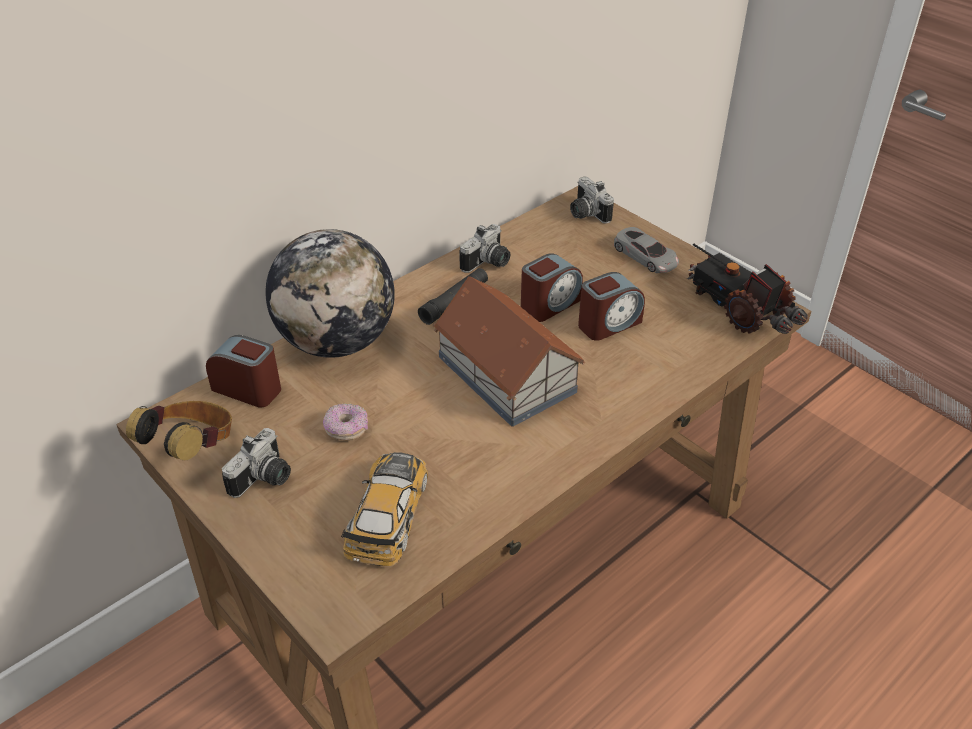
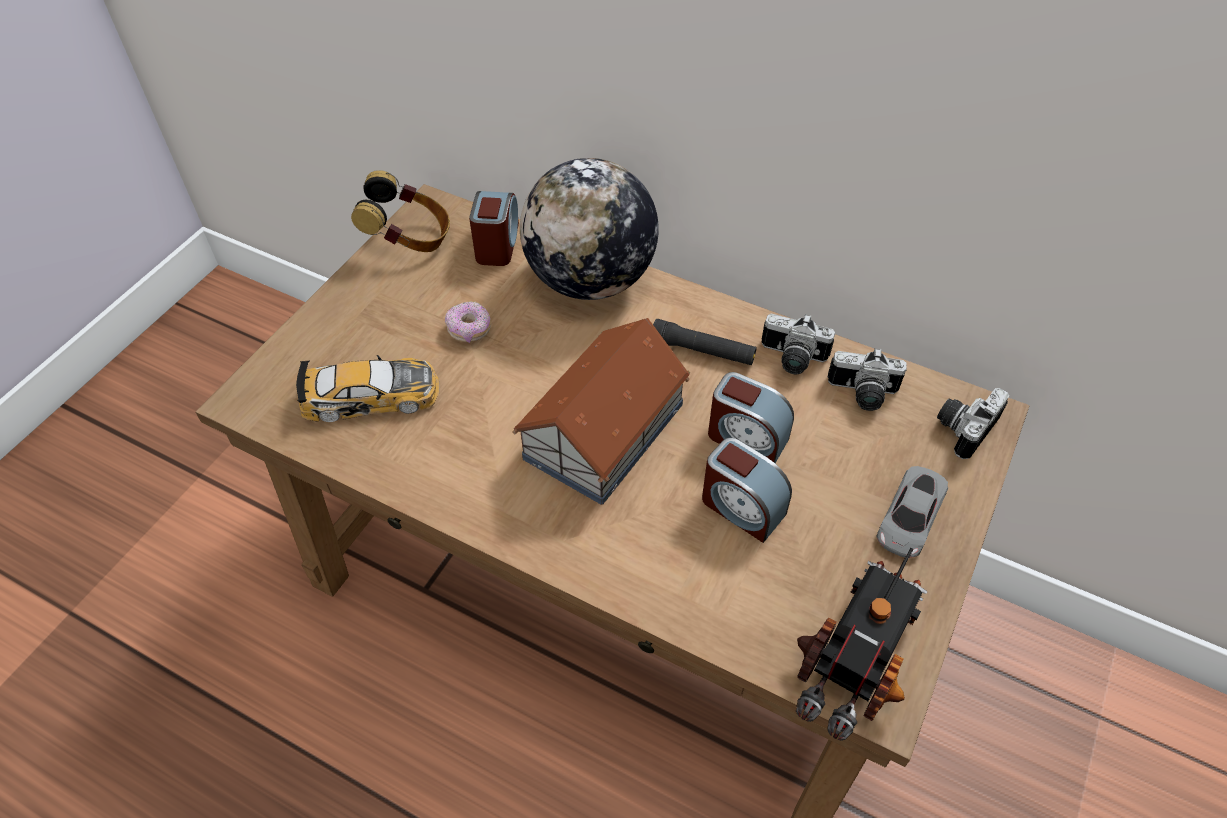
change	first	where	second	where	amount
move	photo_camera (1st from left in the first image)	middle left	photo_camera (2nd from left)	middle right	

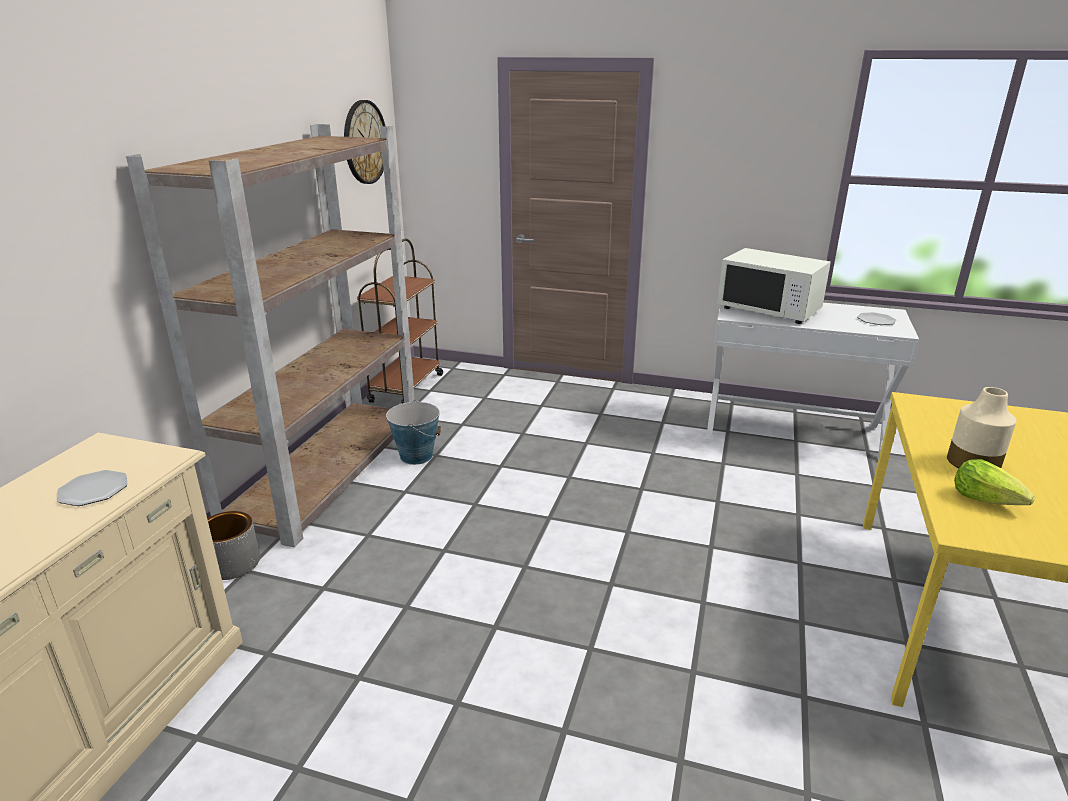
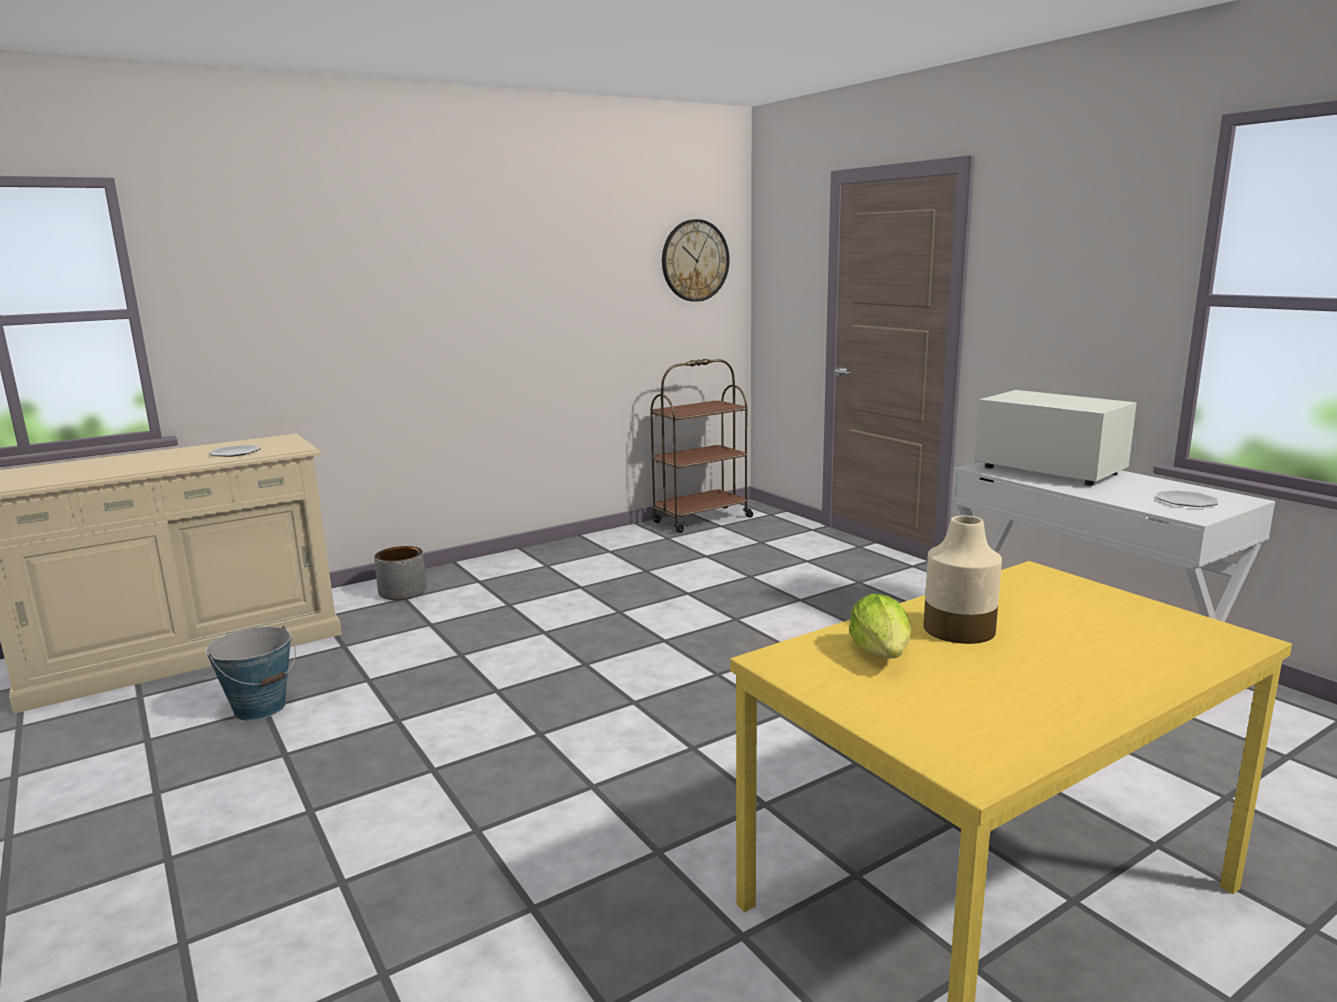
change	first	where	second	where	amount
delete	brown_bookcase	middle left			
rotate	white_microwave	middle right		middle right	150 degrees clockwise
move	bucket	centre		bottom left	

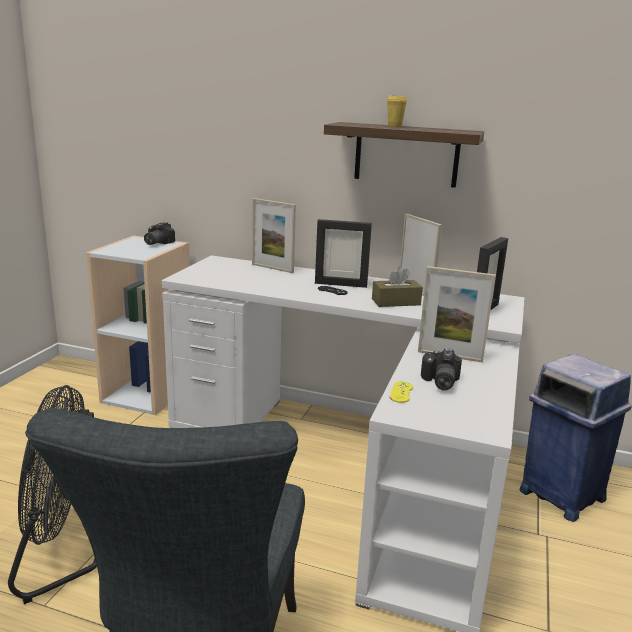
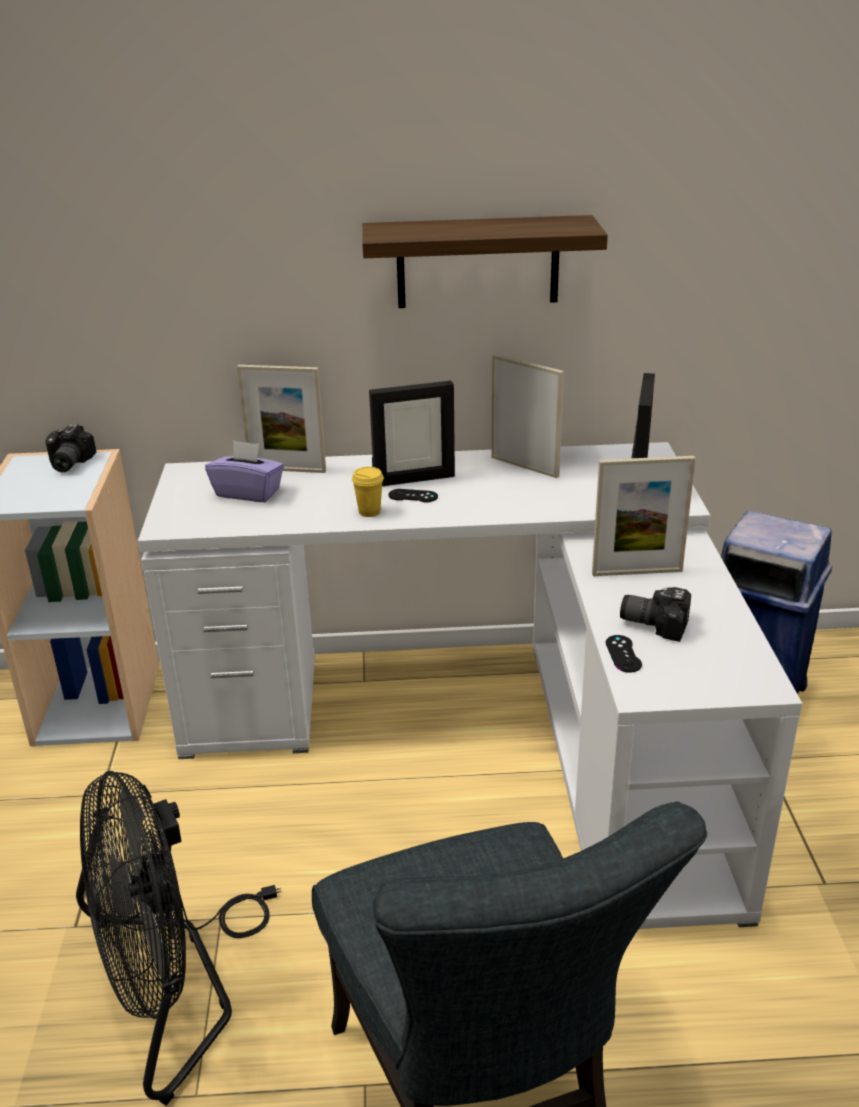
change	first	where	second	where	amount
move	yellow_cup	top centre		centre	
delete	brown_tissue_box	centre			
rotate	photo_camera (2nd from left)	middle right		middle right	120 degrees clockwise
recolor	yellow_game_controller	centre	black_game_controller (2nd from left)	middle right	
insert			purple_tissue_box	middle left	

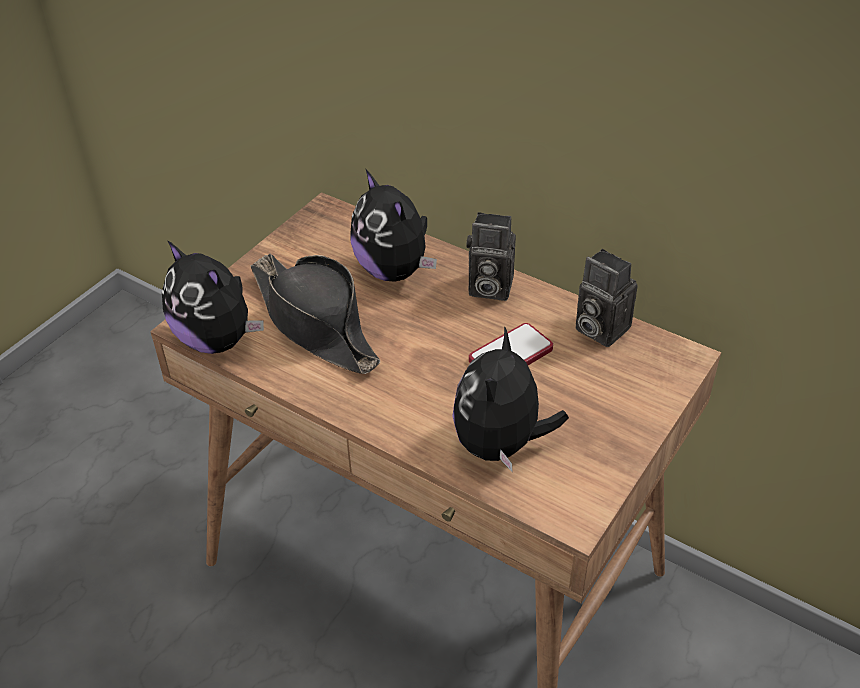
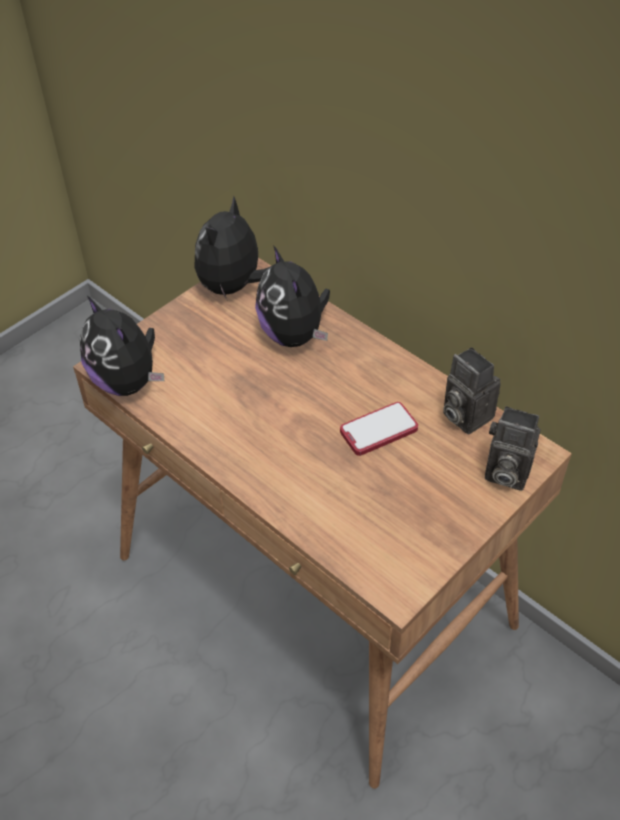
change	first	where	second	where	amount
move	photo_camera (1st from left in the first image)	centre	photo_camera (2nd from left)	middle right	
delete	black_hat	centre			
move	plush_toy (3rd from left in the first image)	centre	plush_toy (2nd from left)	top centre	

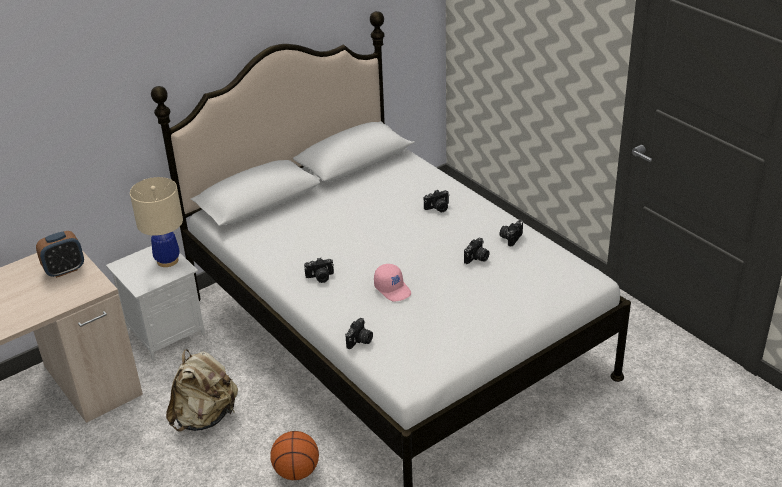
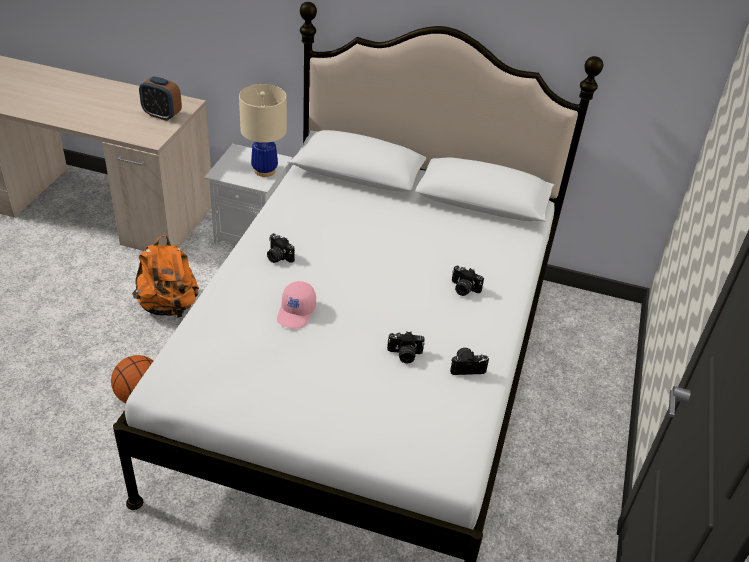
change	first	where	second	where	amount
delete	photo_camera (2nd from left)	bottom centre			
recolor	beige_backpack	bottom left	orange_backpack	middle left	

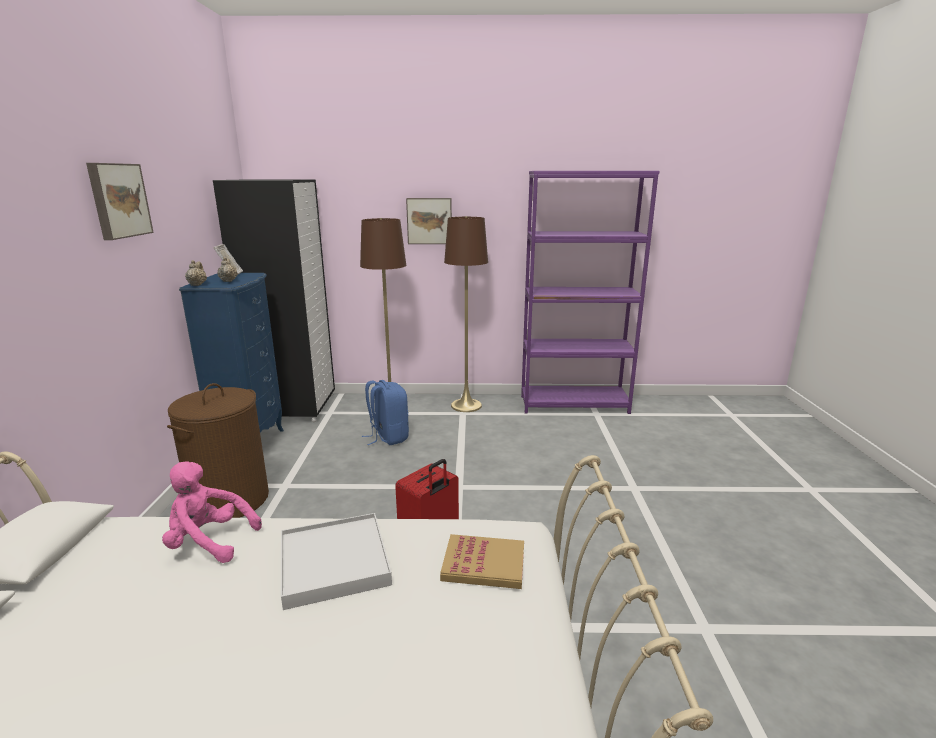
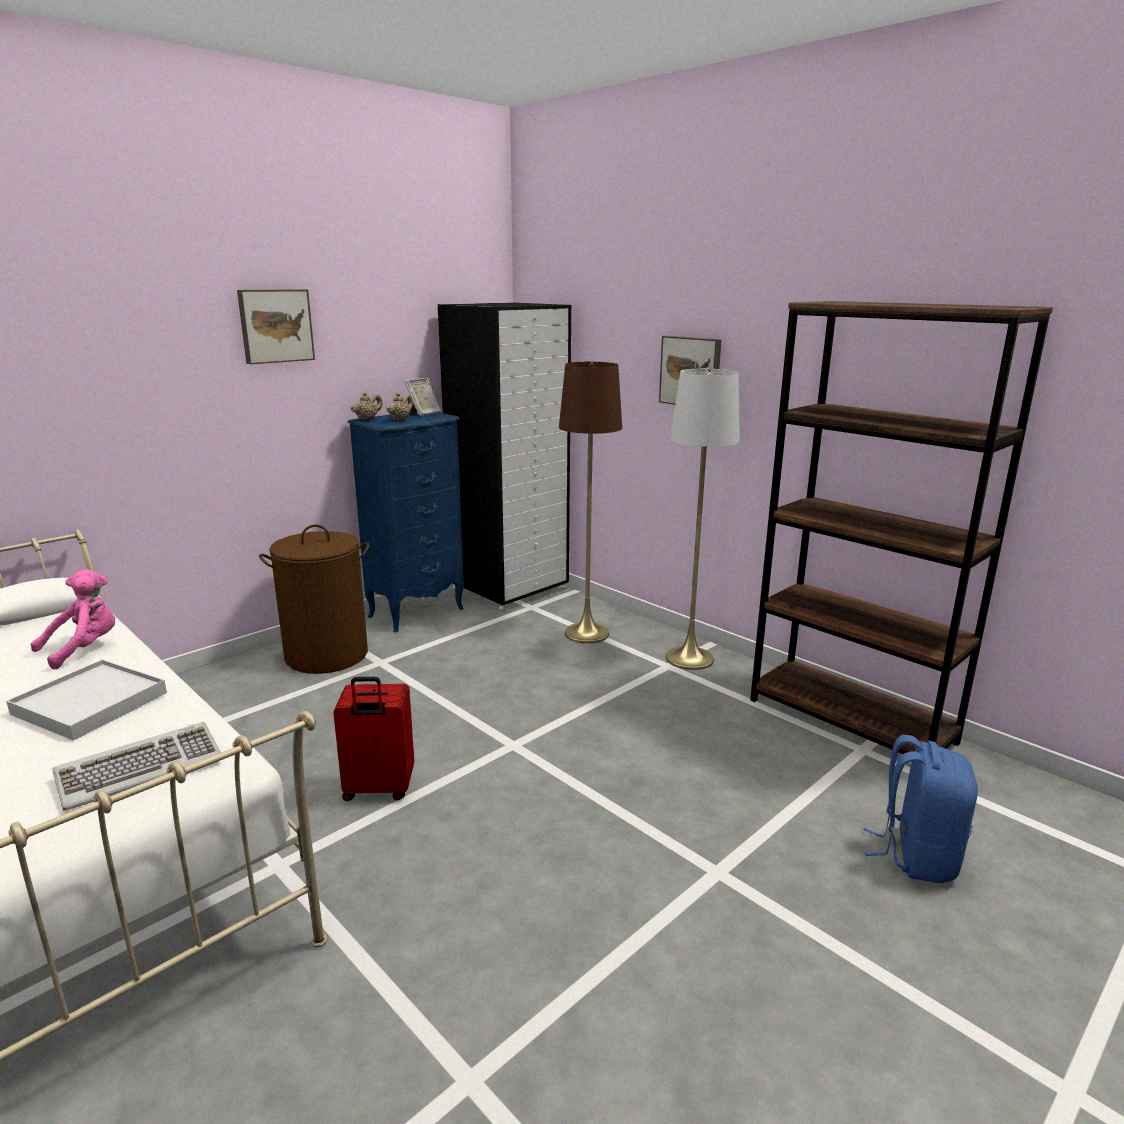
change	first	where	second	where	amount
recolor	purple_bookcase	centre	brown_bookcase	middle right	
recolor	brown_floor_lamp (2nd from left)	centre	white_floor_lamp	centre	
move	blue_backpack	centre		bottom right	
rotate	pink_plush_toy	bottom left		middle left	75 degrees clockwise
replace	book	bottom centre	keyboard	bottom left	

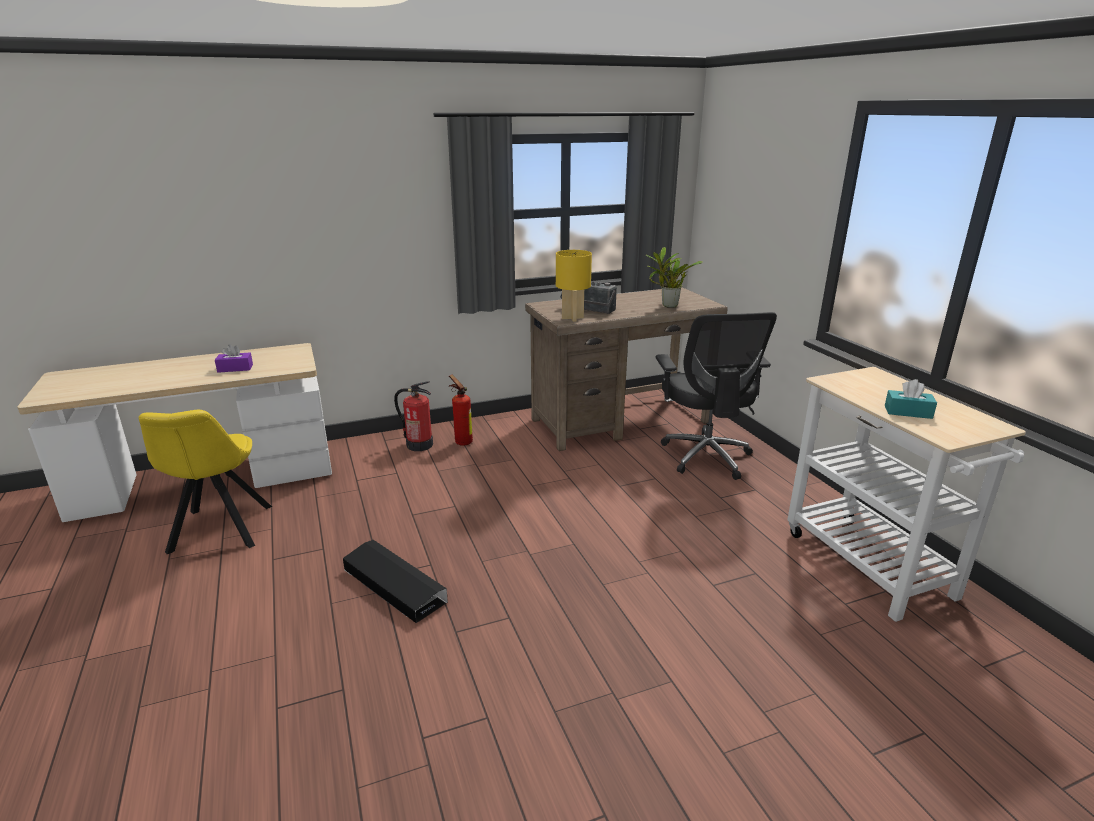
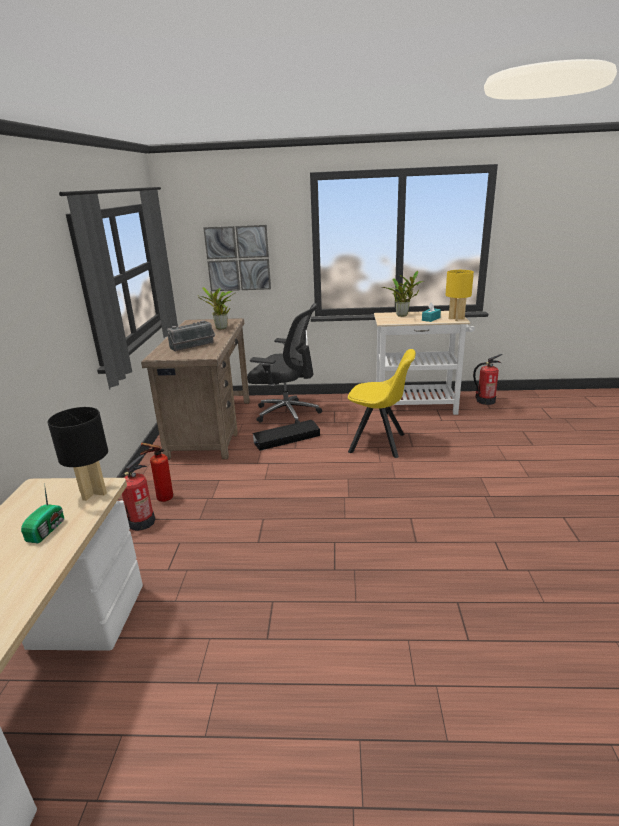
change	first	where	second	where	amount
move	yellow_table_lamp	centre		middle right	
replace	purple_tissue_box	middle left	radio (1st from left)	middle left	
move	yellow_chair	middle left		centre	
move	black_storage_box	bottom centre		centre	
insert			picture	top centre	
insert			potted_plant (2nd from left)	centre	
insert			fire_extinguisher (3rd from left)	middle right	
insert			black_table_lamp	middle left	

